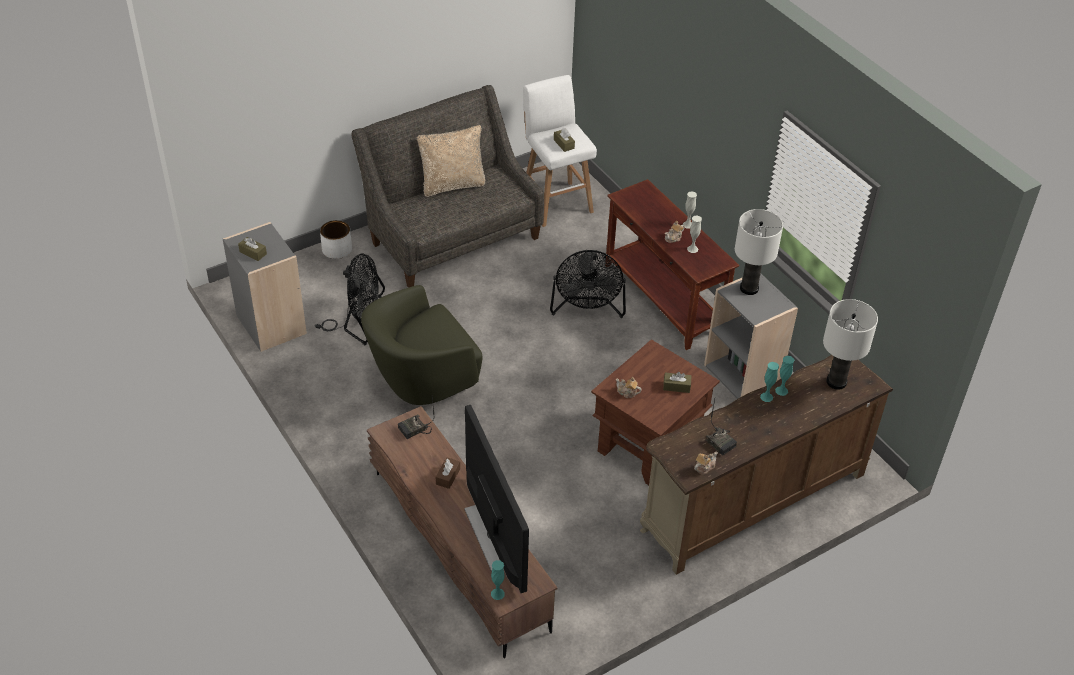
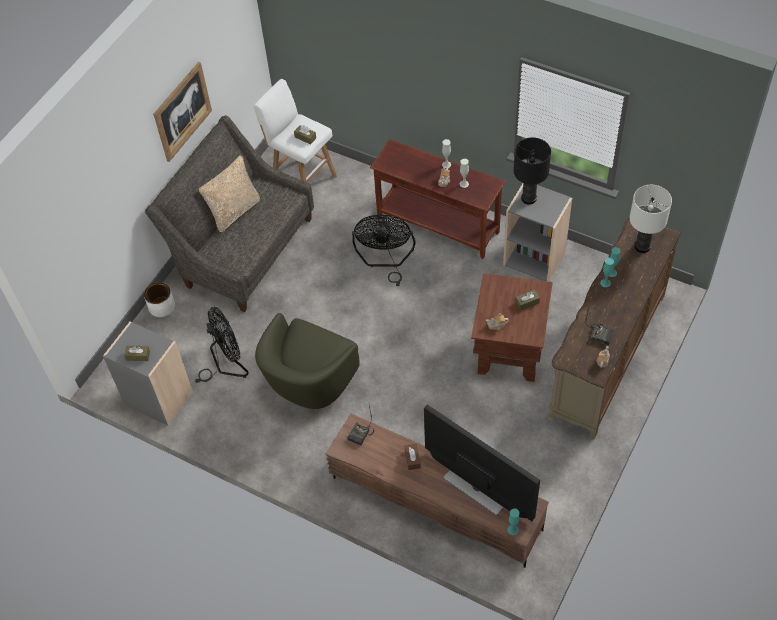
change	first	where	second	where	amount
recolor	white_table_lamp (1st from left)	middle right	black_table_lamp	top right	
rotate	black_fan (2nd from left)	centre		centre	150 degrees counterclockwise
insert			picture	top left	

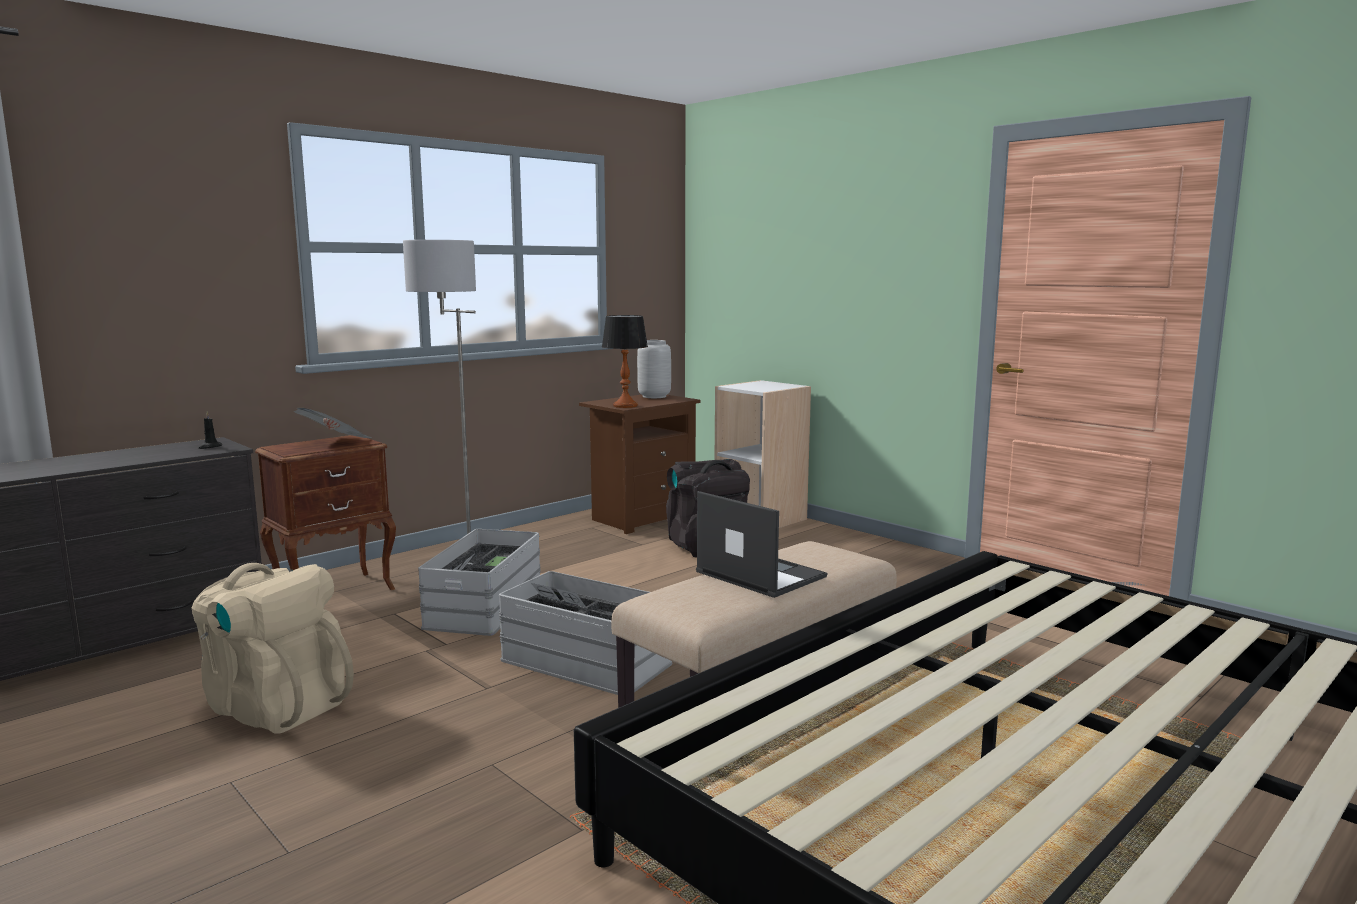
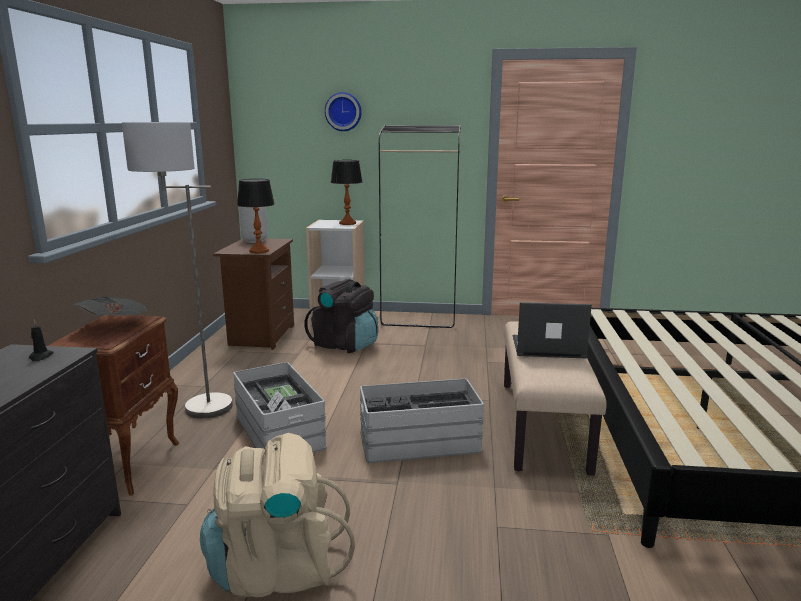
change	first	where	second	where	amount
insert			wall_clock	top centre	
insert			black_clothes_rack	centre	
insert			table_lamp (2nd from left)	top centre	

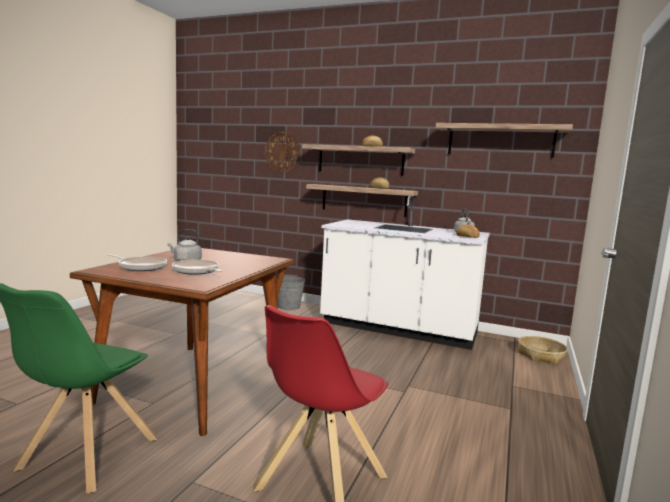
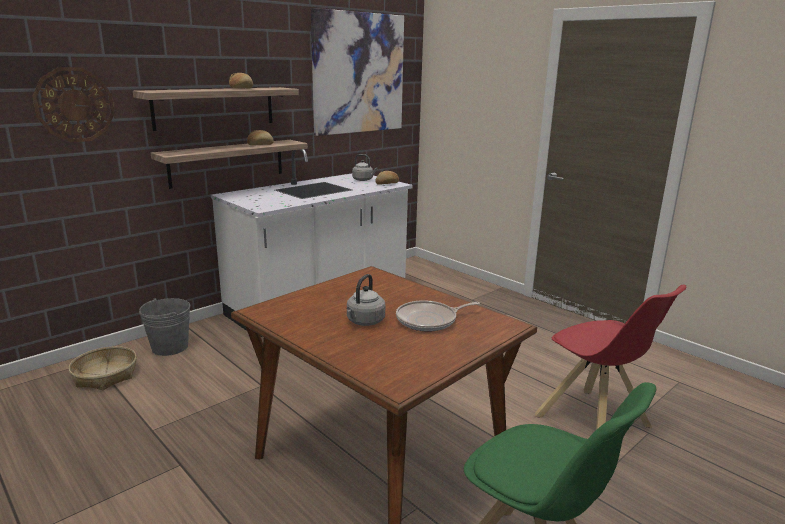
change	first	where	second	where	amount
replace	shelf (3rd from left)	top right	picture	top centre	
delete	frying_pan (1st from left)	middle left			
move	basket	bottom right		bottom left	

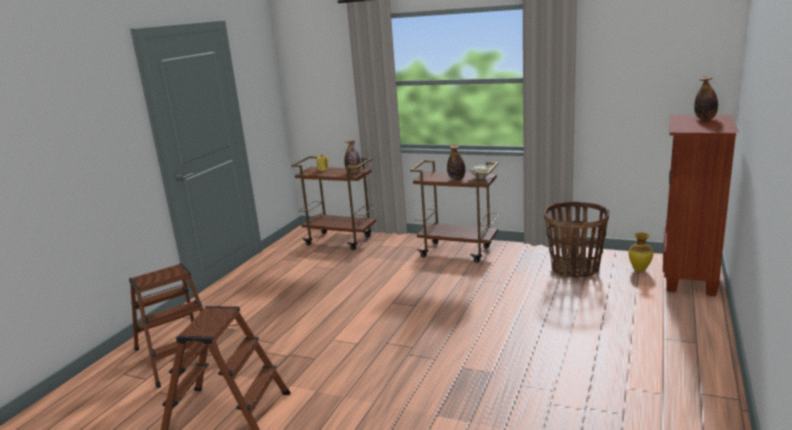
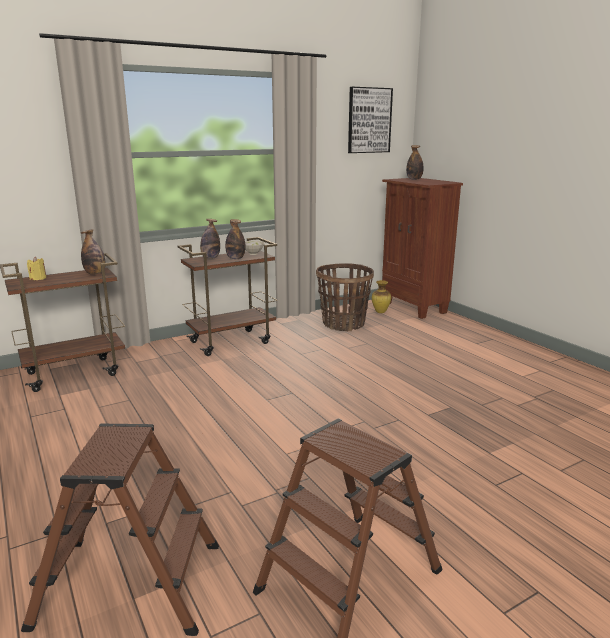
change	first	where	second	where	amount
insert			picture	top centre	
insert			bottle (2nd from left)	centre	

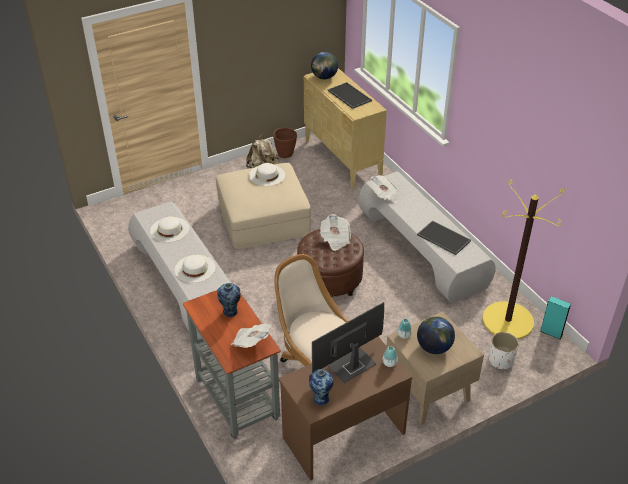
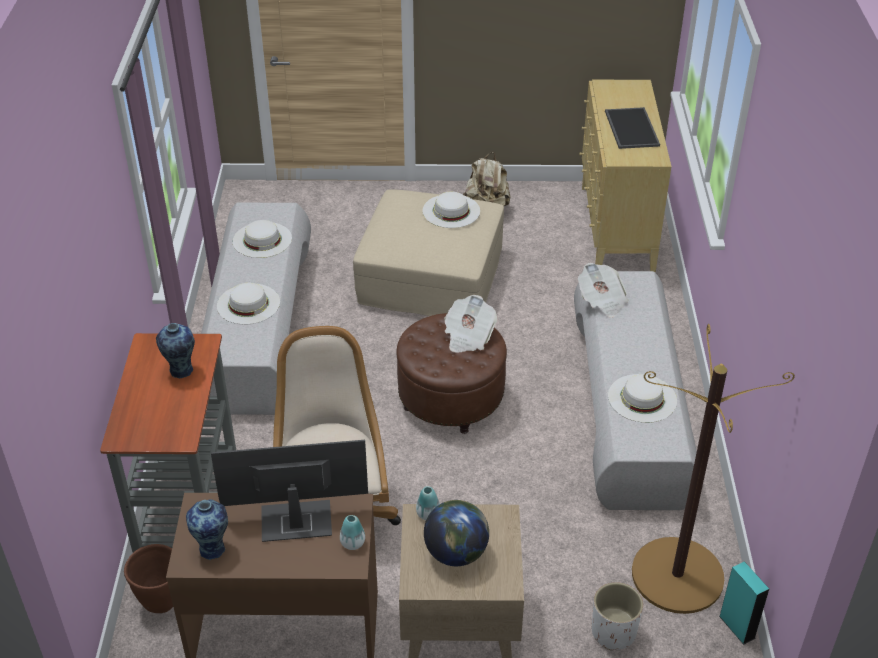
change	first	where	second	where	amount
delete	globe (1st from left)	top centre			
move	brown_planter	top centre		bottom left	
recolor	yellow_clothes_rack	middle right	brown_clothes_rack	bottom right	
replace	tray (2nd from left)	middle right	white_hat (4th from left)	middle right	
delete	newspaper (1st from left)	bottom centre			

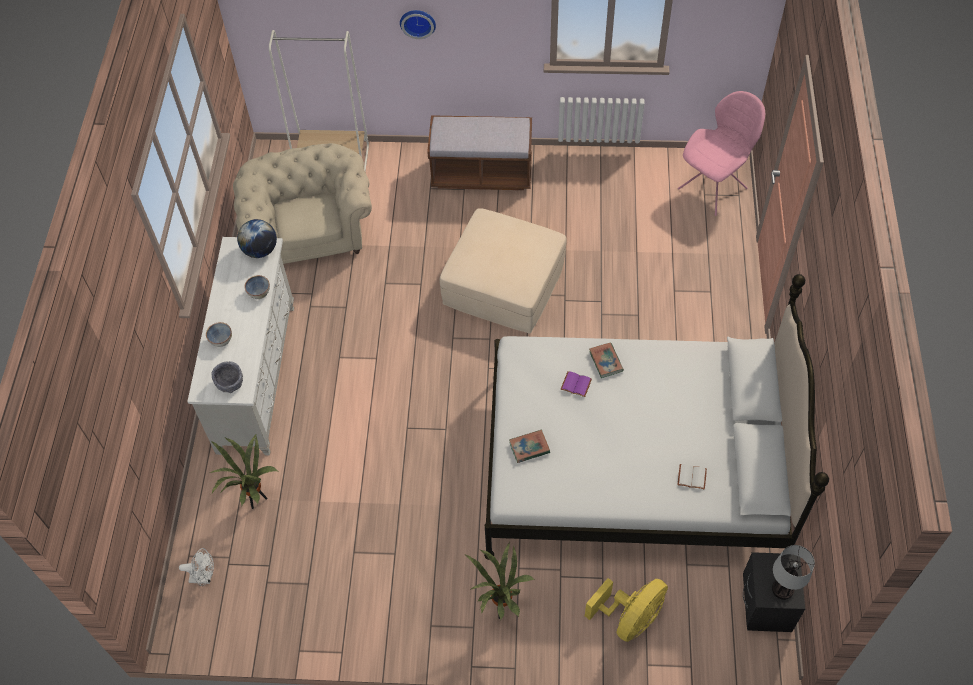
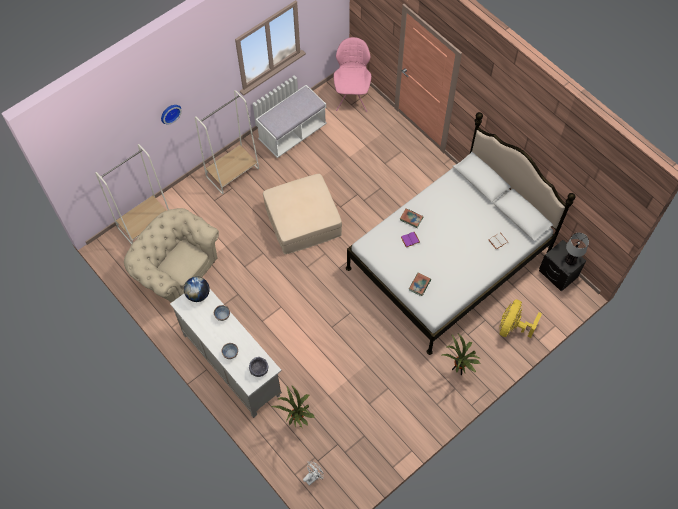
change	first	where	second	where	amount
replace	brown_bench	top centre	clothes_rack (2nd from left)	top centre	
rotate	yellow_fan	bottom centre		middle right	150 degrees counterclockwise
insert			white_bench	top centre	

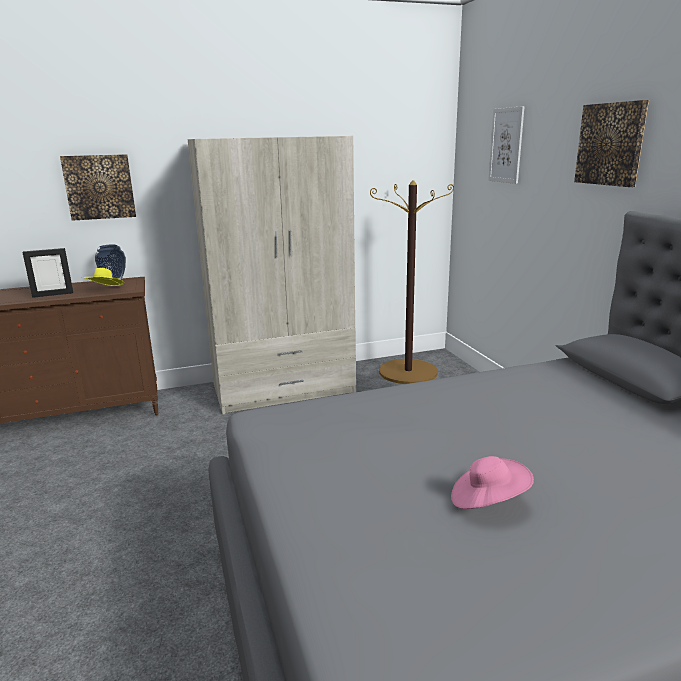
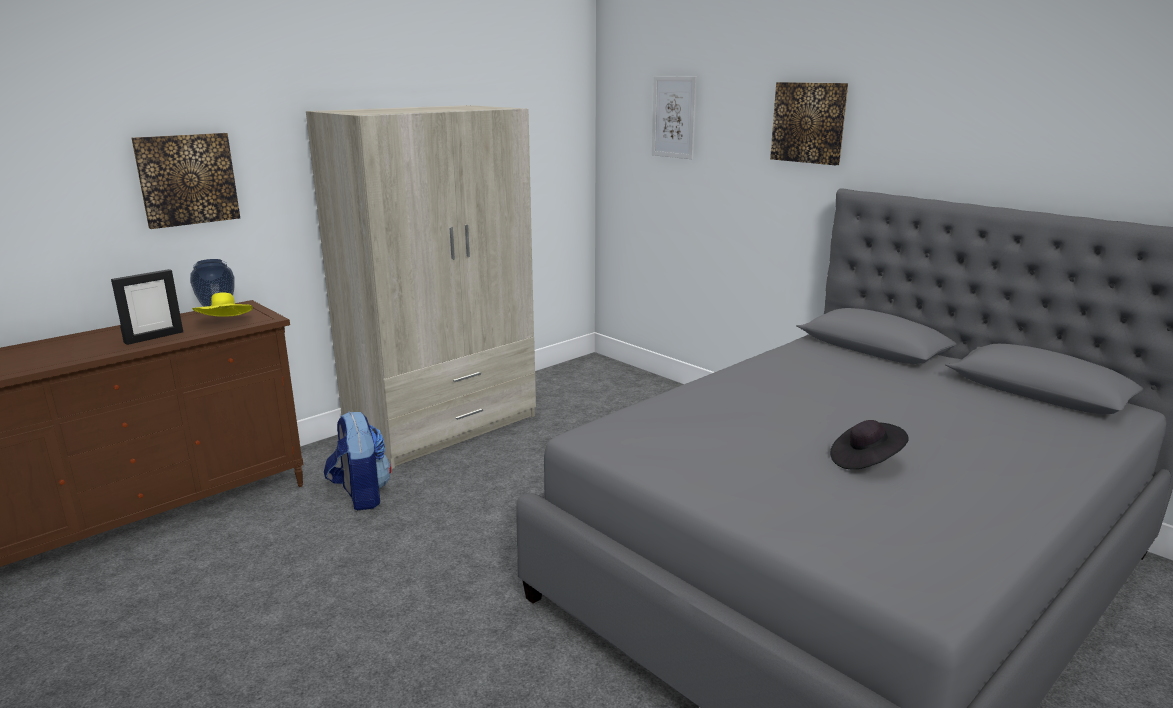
change	first	where	second	where	amount
delete	brown_clothes_rack	centre			
recolor	pink_hat	bottom right	black_hat	middle right	
insert			backpack	middle left	

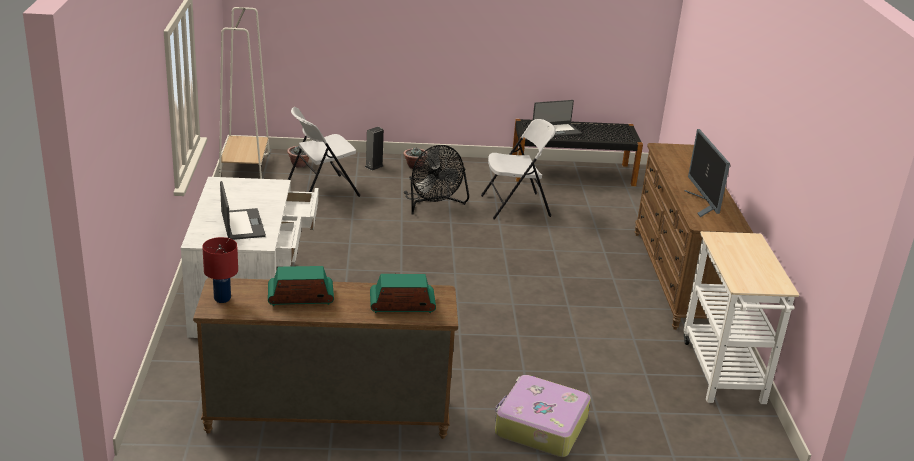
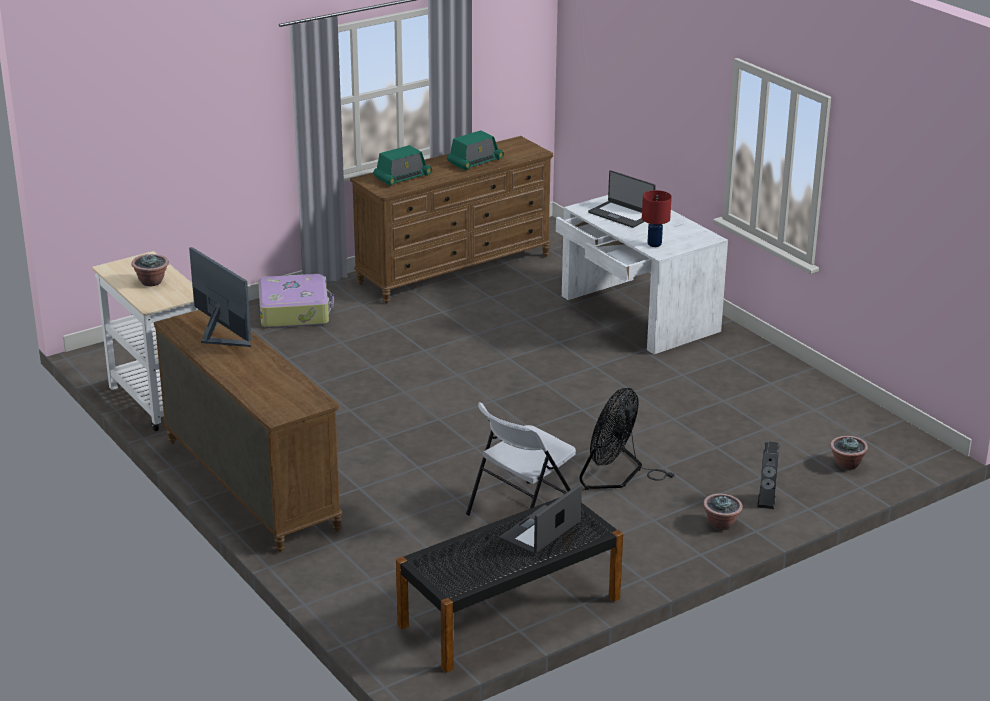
change	first	where	second	where	amount
delete	clothes_rack	top left			
delete	white_chair (1st from left)	top centre			
move	red_table_lamp	middle left		top centre	
insert			potted_plant (1st from left)	middle left	

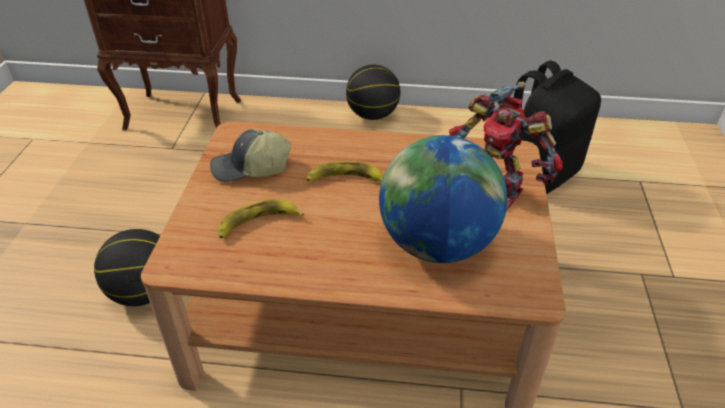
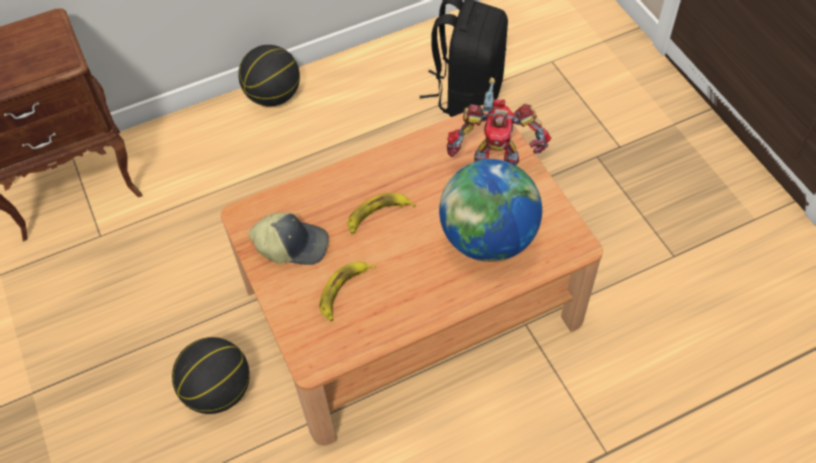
change	first	where	second	where	amount
rotate	cap	centre		centre	135 degrees counterclockwise

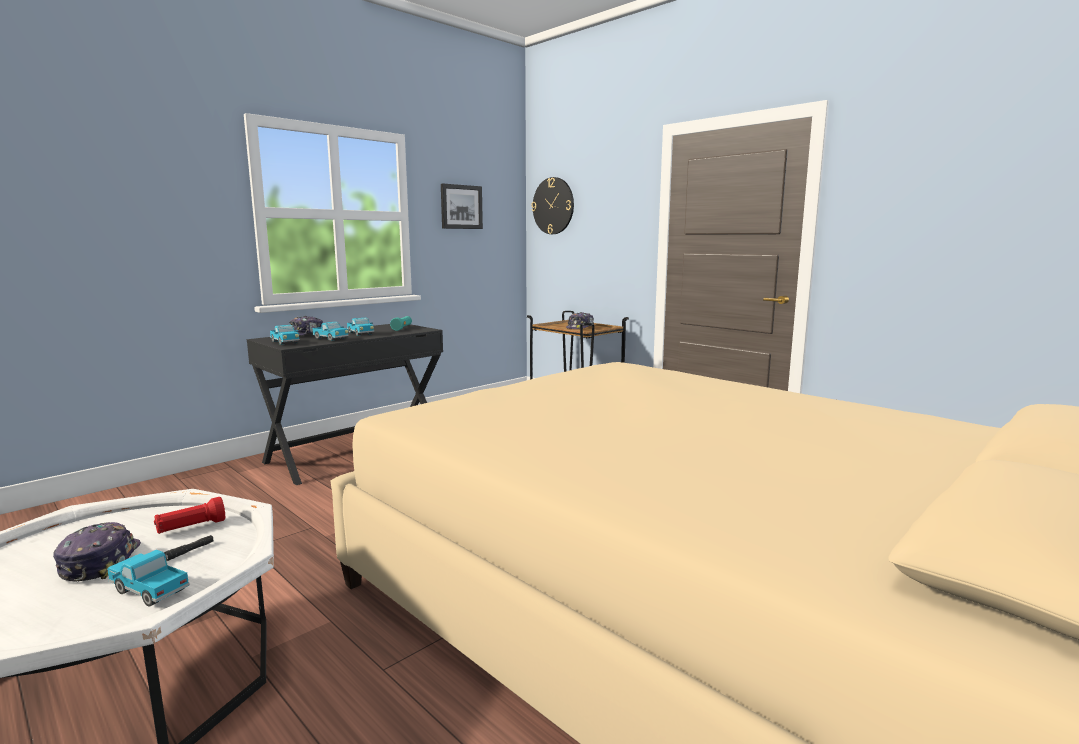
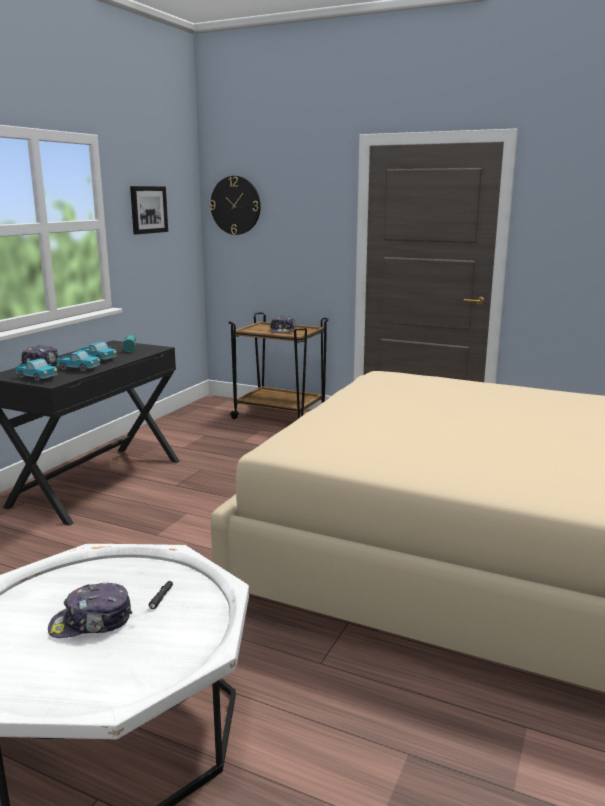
change	first	where	second	where	amount
delete	red_flashlight	bottom left			
rotate	cap (1st from left in the first image)	bottom left	cap (2nd from left)	bottom left	75 degrees counterclockwise
delete	toy_truck (1st from left)	bottom left			

